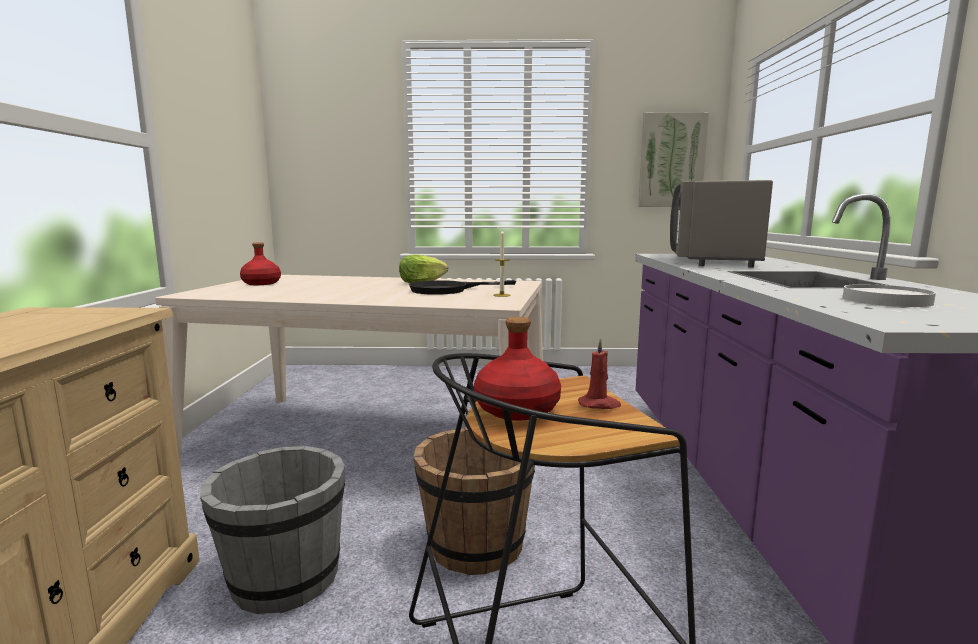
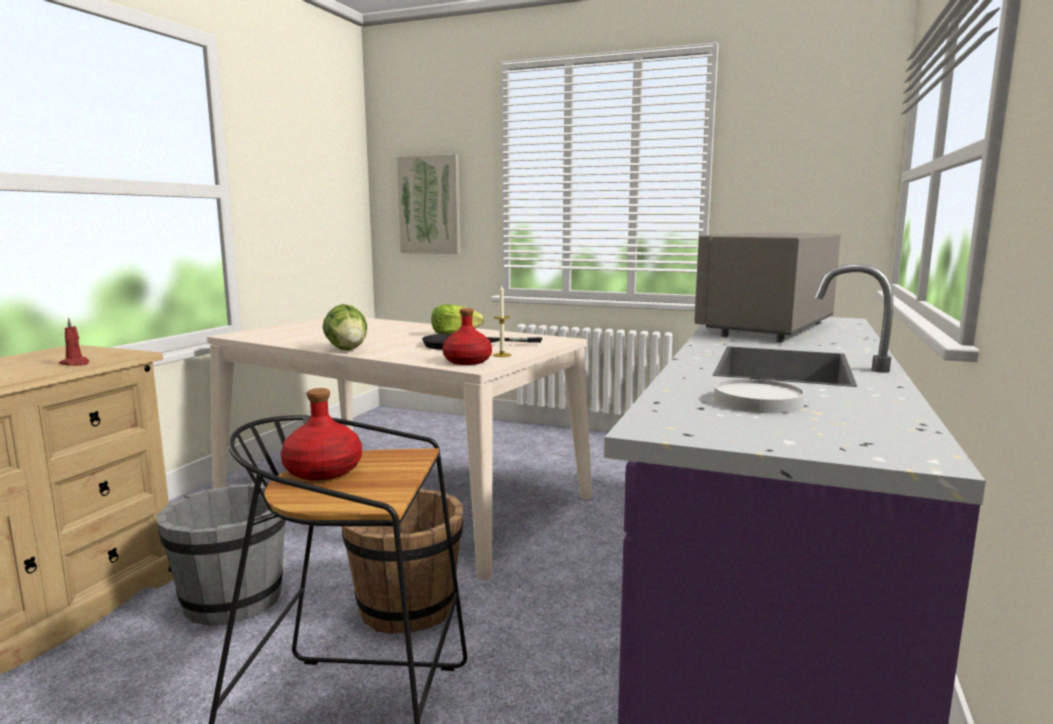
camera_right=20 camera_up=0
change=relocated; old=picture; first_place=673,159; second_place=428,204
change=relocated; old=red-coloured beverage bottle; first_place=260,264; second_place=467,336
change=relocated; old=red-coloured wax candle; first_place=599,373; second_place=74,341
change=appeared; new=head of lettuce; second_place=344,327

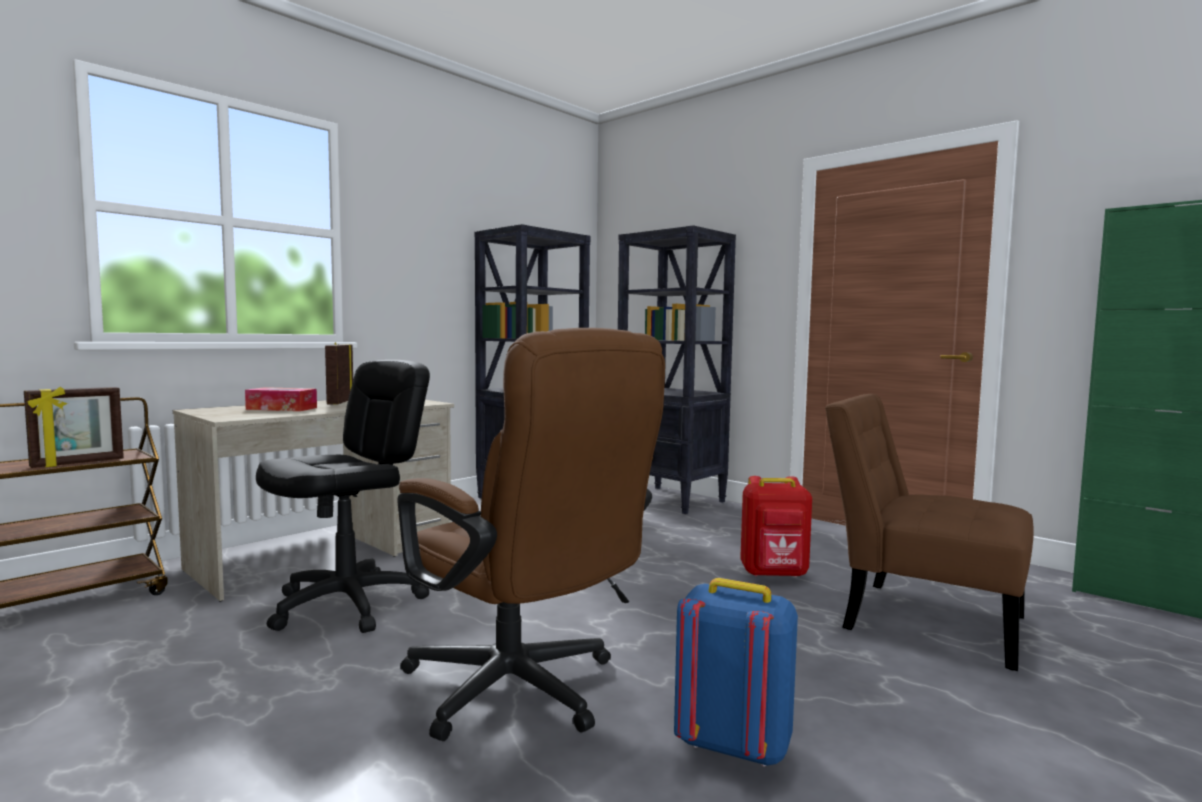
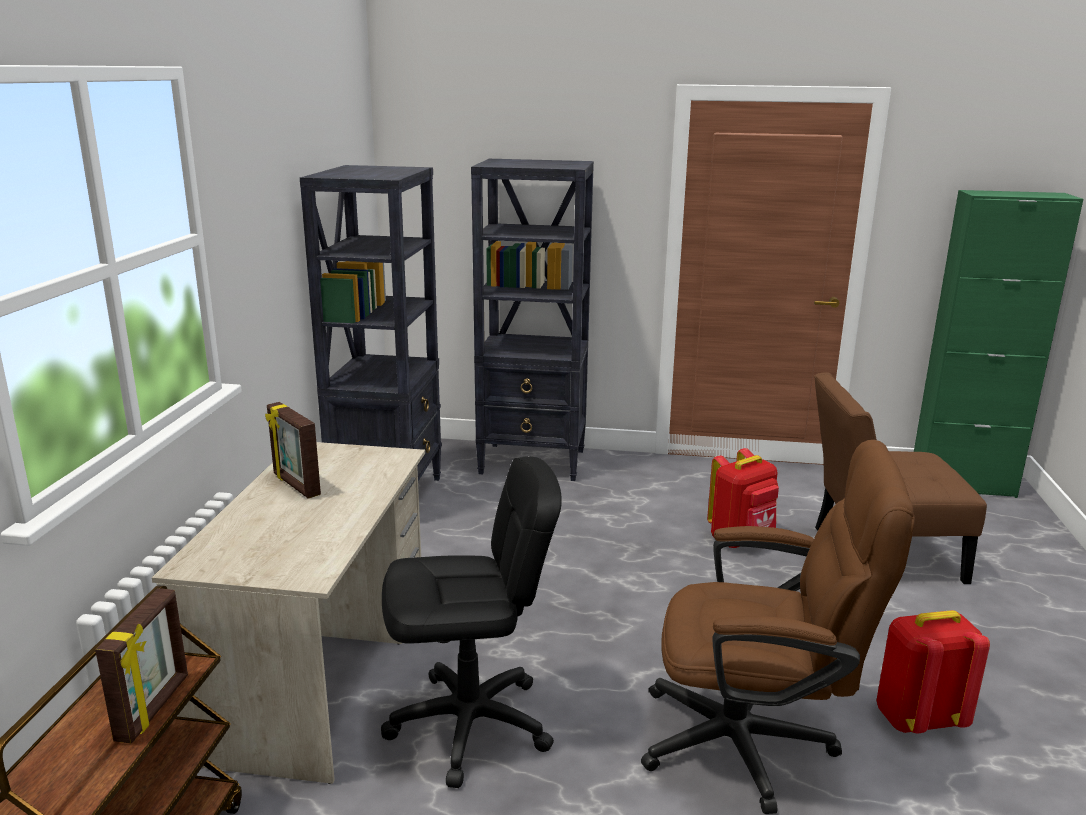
camera_right=-35 camera_up=15
change=spun; old=black desk chair; first_place=343,496; second_place=471,622; degrees=75
change=missing; old=tissue holder; first_place=281,399
change=colour; old=blue-coloured knapsack; new=red-coloured knapsack; first_place=736,672; second_place=933,671

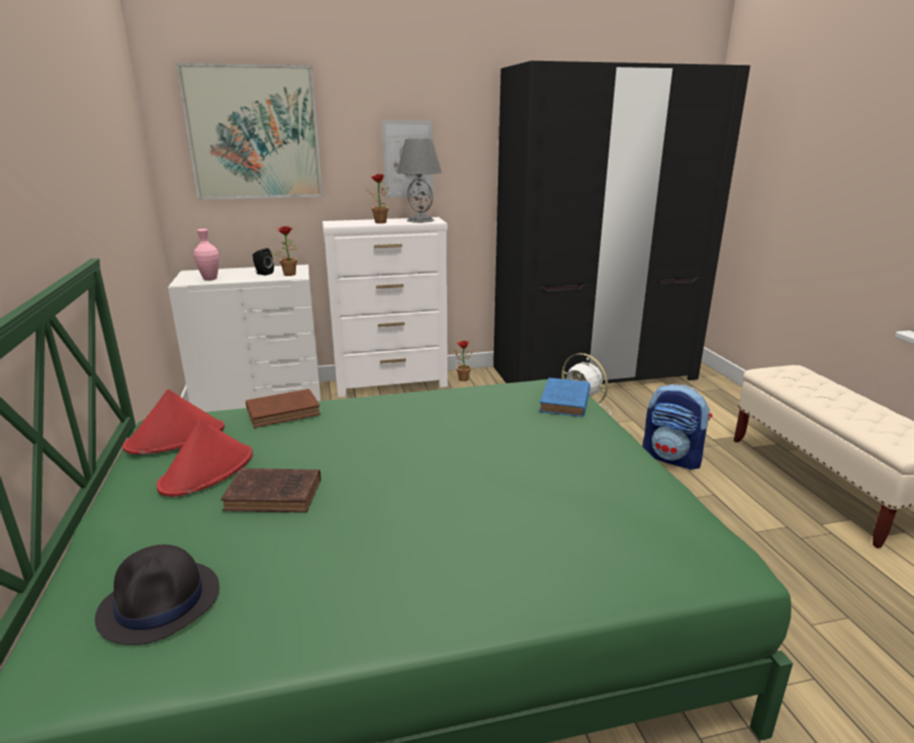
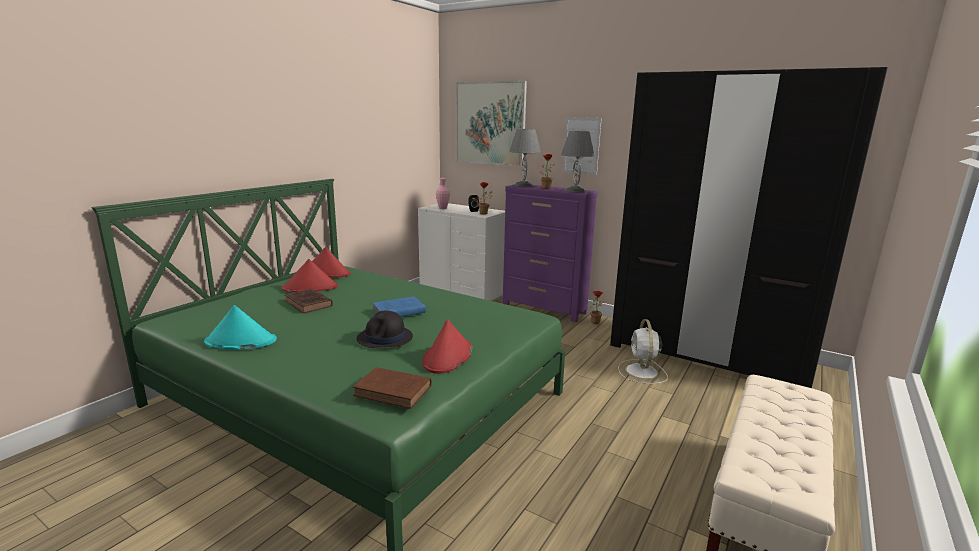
camera_right=45 camera_up=-5
change=colour; old=white chest of drawers; new=purplish chest of drawers; first_place=385,307; second_place=550,253
change=relocated; old=blue-coloured bound book; first_place=564,397; second_place=399,306
change=missing; old=knapsack; first_place=677,427
change=relocated; old=brown bound book; first_place=283,408; second_place=392,388
change=relocated; old=black wearable hat; first_place=157,595; second_place=385,329
change=appeared; new=grey table lamp; second_place=525,158
change=appeared; new=turquoise wearable hat; second_place=240,327
change=appeared; new=red-coloured wearable hat; second_place=447,346

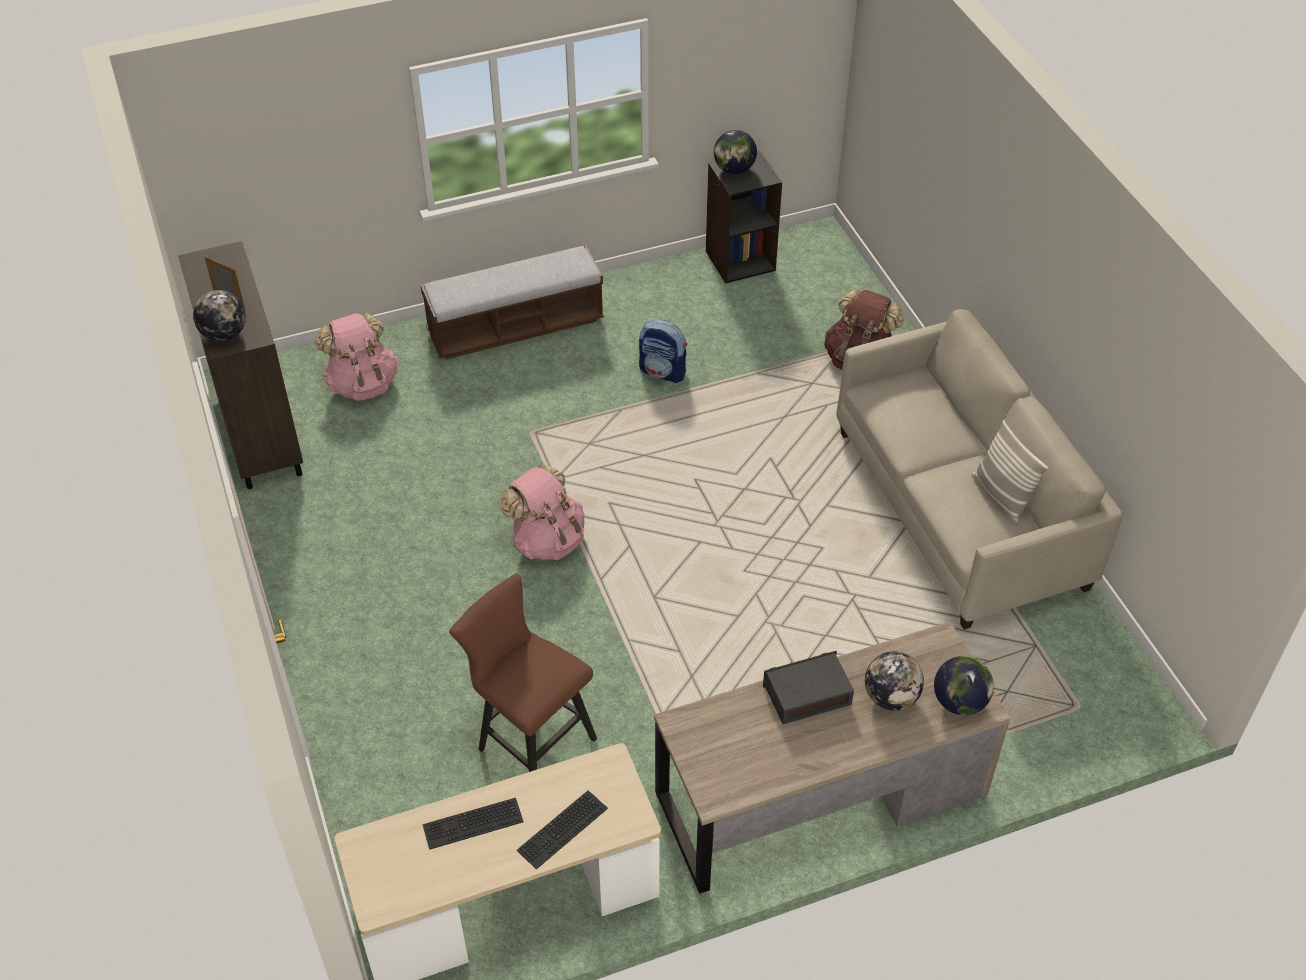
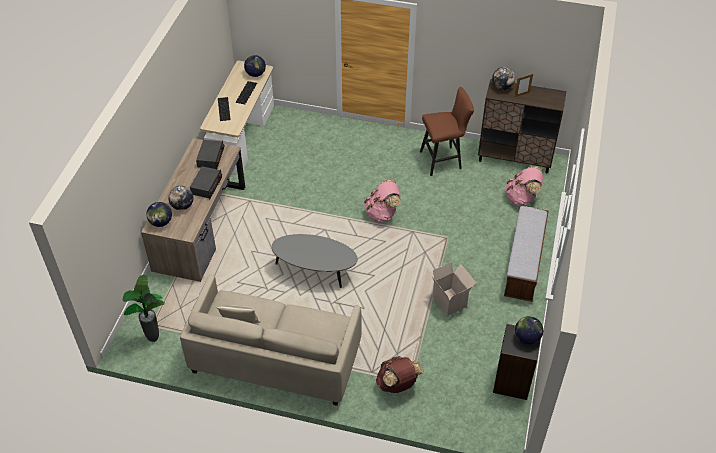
camera_right=125 camera_up=0
change=exchanged; old=knapsack; new=packing box; first_place=663,351; second_place=454,289
change=relocated; old=brown sitting stool; first_place=523,672; second_place=447,131
change=appeared; new=globe; second_place=255,66
change=appeared; new=radio; second_place=210,154
change=appeared; new=grey low table; second_place=314,261
change=appeared; new=houseplant; second_place=144,308

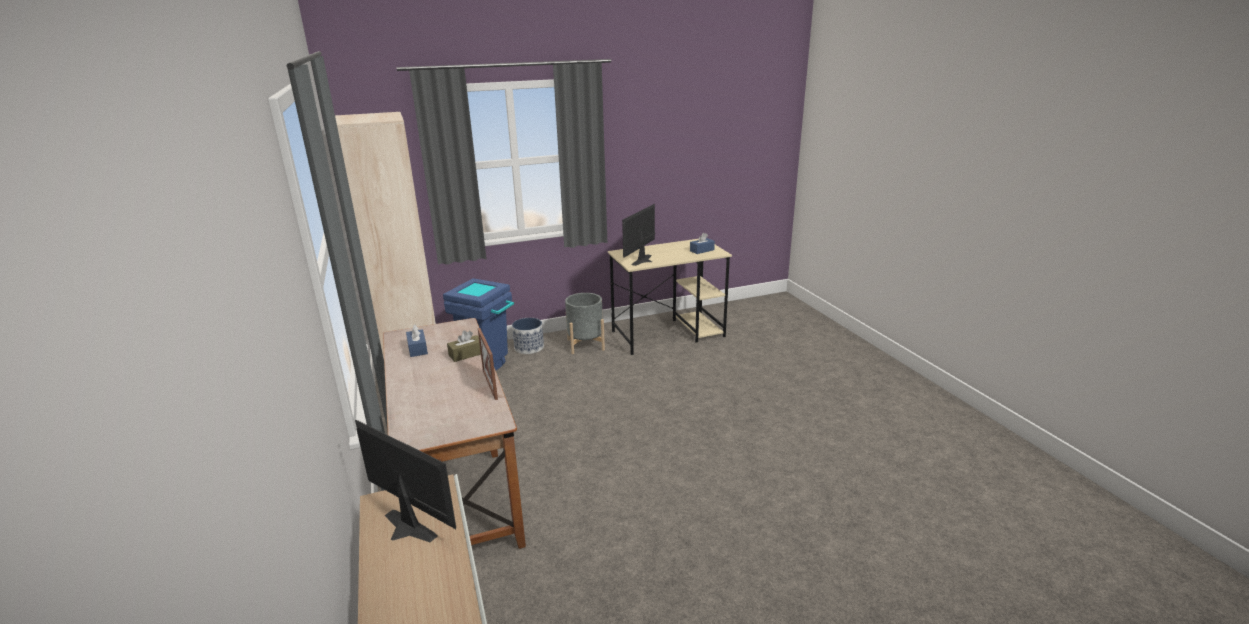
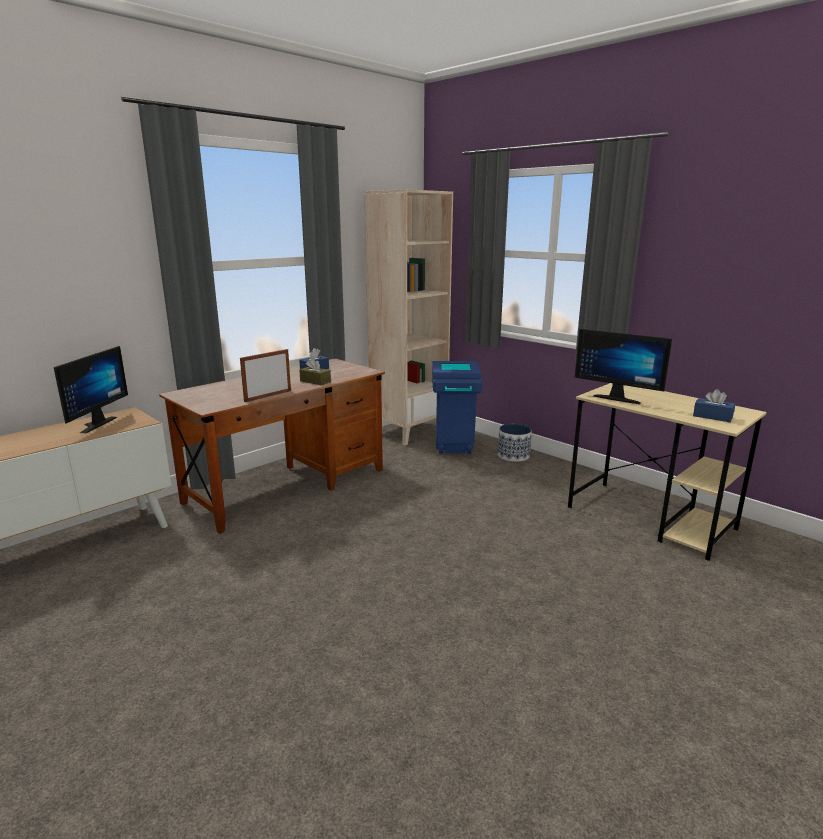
camera_right=65 camera_up=-5
change=spun; old=monitor; first_place=638,235; second_place=623,366; degrees=-150
change=missing; old=grey planter; first_place=585,323

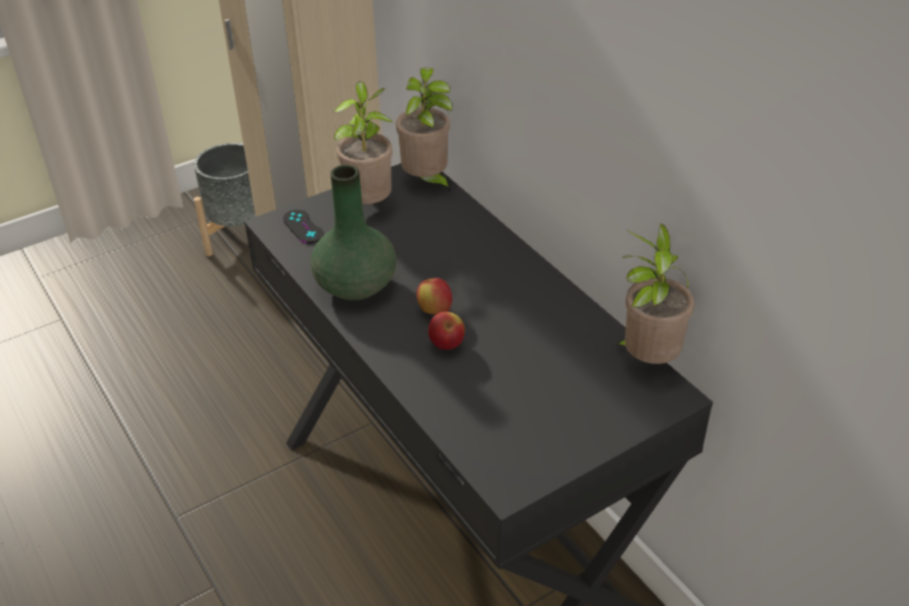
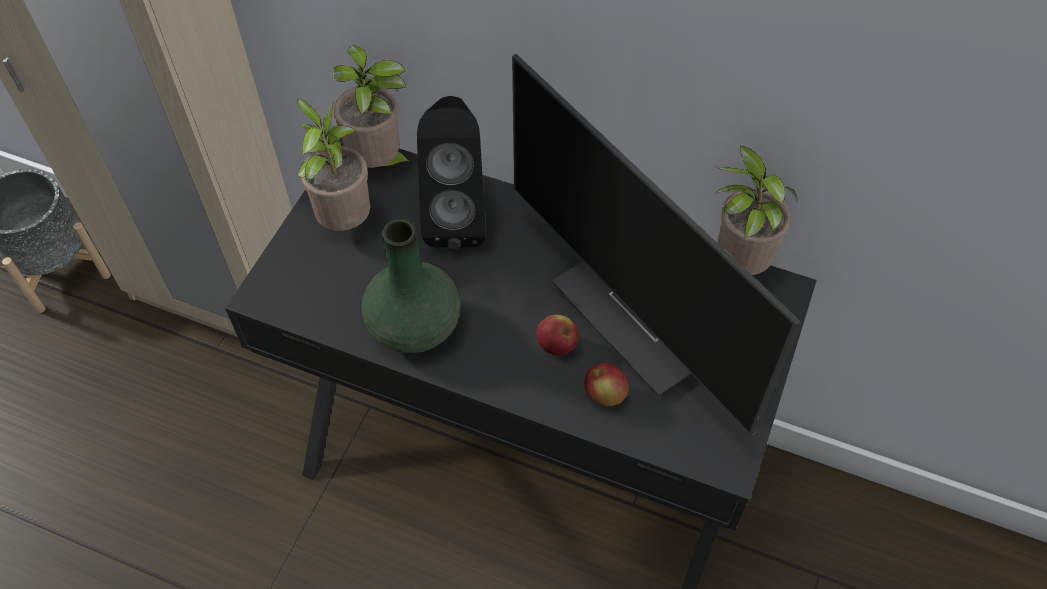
camera_right=-35 camera_up=15
change=missing; old=black joypad; first_place=303,226
change=relocated; old=whole apple; first_place=434,296; second_place=606,384
change=appeared; new=monitor; second_place=656,245
change=appeared; new=black audio speaker; second_place=451,172

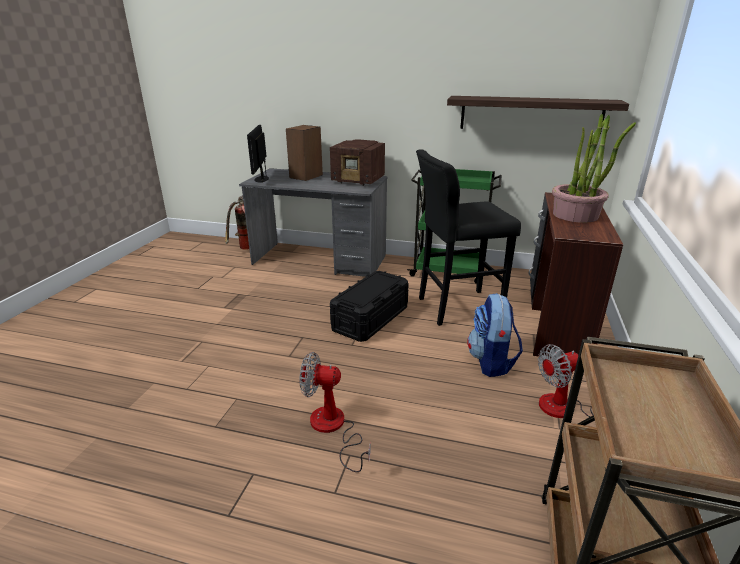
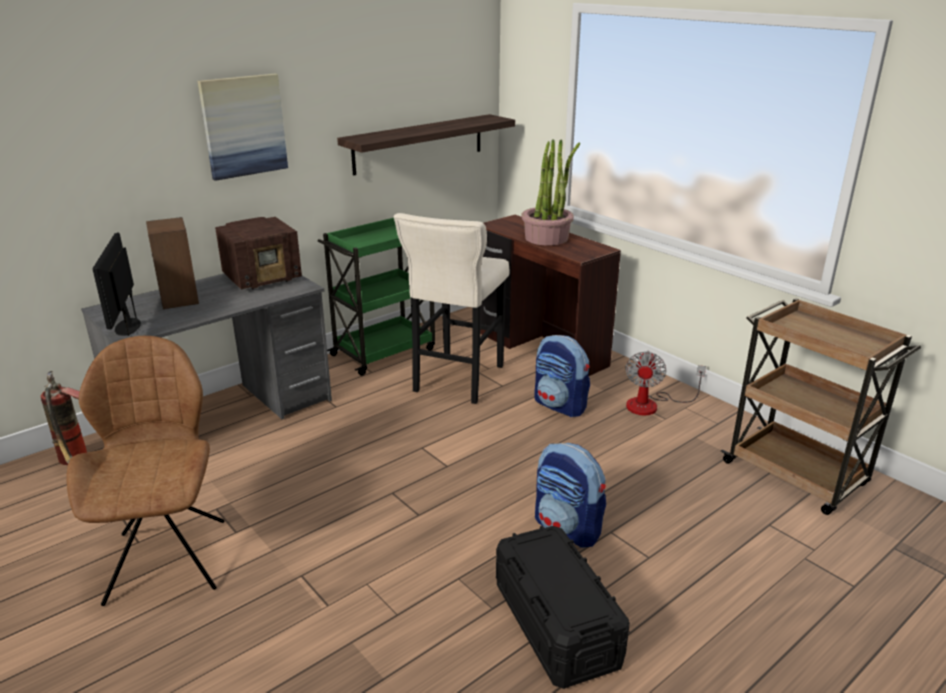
camera_right=-55 camera_up=0
change=spun; old=monitor; first_place=258,154; second_place=116,284; degrees=45
change=colour; old=black sitting stool; new=sand-coloured sitting stool; first_place=468,237; second_place=451,308
change=relocated; old=black storage container; first_place=369,306; second_place=563,607
change=exchanged; old=electric fan; new=knapsack; first_place=335,412; second_place=570,495
change=appeared; new=picture; second_place=242,127
change=appeared; new=brown upright chair; second_place=145,471

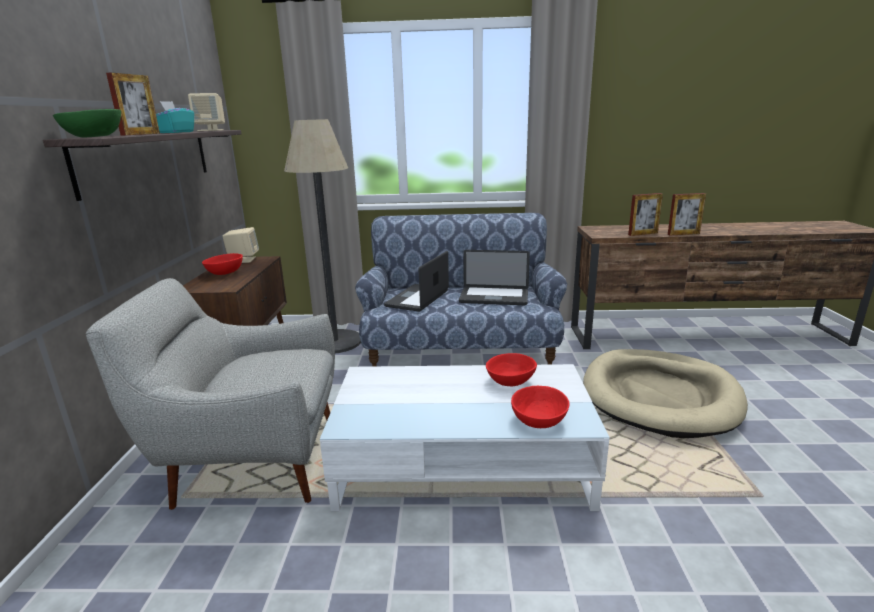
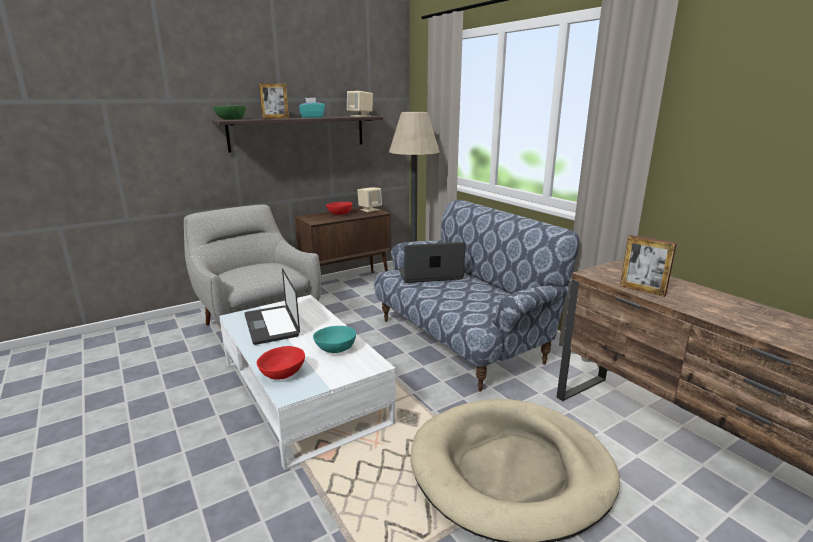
camera_right=55 camera_up=0
change=missing; old=photo frame; first_place=687,214
change=relocated; old=notebook computer; first_place=494,277; second_place=272,306
change=colour; old=red-coloured bowl; new=turquoise bowl; first_place=511,369; second_place=334,339

